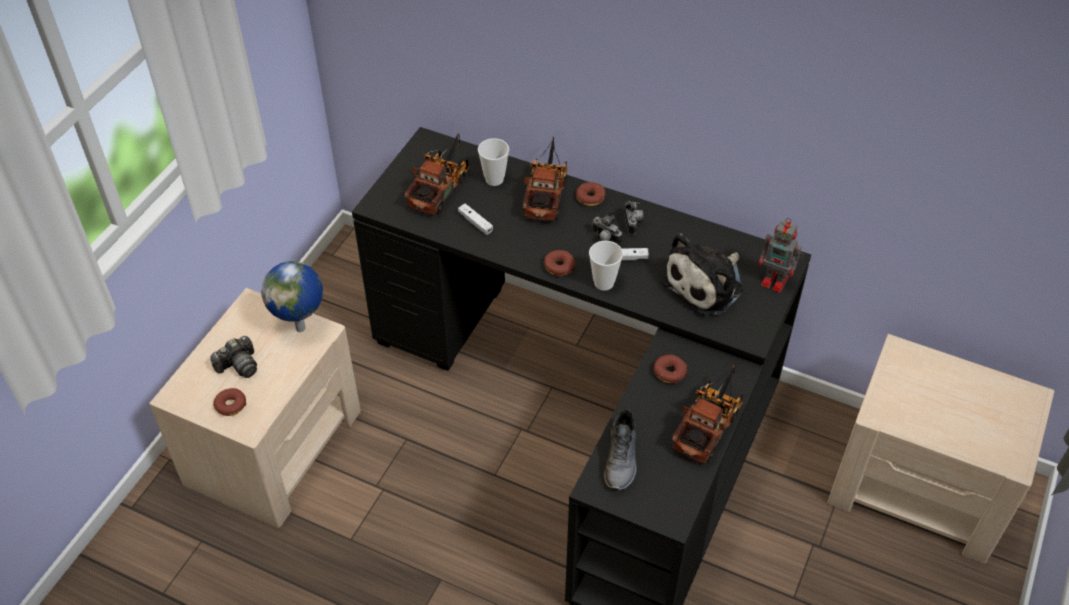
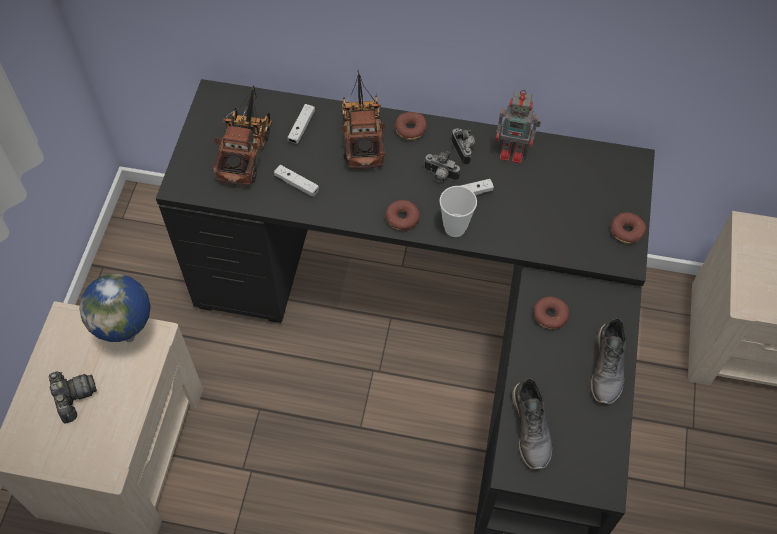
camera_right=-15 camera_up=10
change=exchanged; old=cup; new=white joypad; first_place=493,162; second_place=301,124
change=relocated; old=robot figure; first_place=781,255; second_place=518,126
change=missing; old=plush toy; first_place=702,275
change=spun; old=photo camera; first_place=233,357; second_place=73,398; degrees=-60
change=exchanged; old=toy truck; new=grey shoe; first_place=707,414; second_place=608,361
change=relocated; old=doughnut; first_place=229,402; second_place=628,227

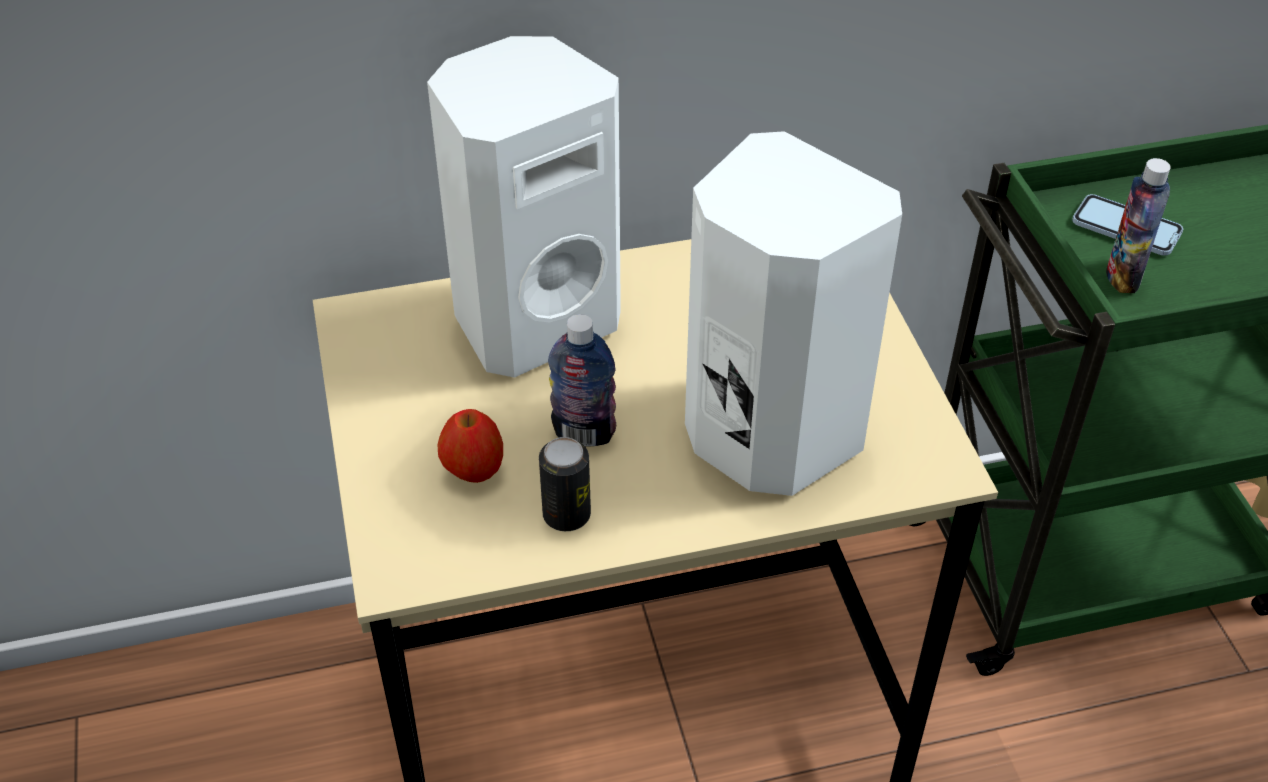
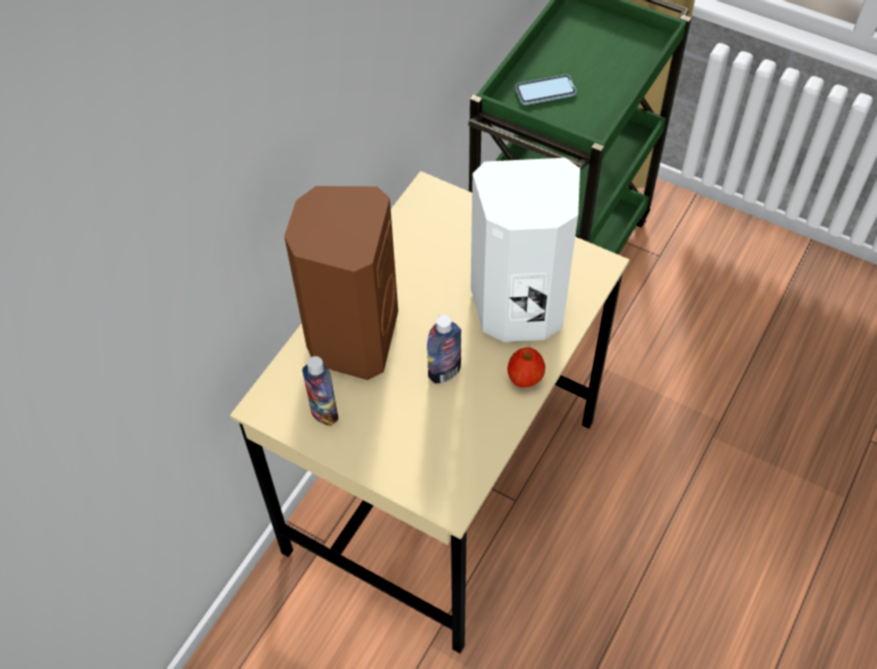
camera_right=-45 camera_up=10
change=colour; old=white audio speaker; new=brown audio speaker; first_place=524,207; second_place=341,283
change=relocated; old=beverage bottle; first_place=1138,225; second_place=320,391
change=relocated; old=whole apple; first_place=470,446; second_place=526,367
change=missing; old=sealed can; first_place=565,484

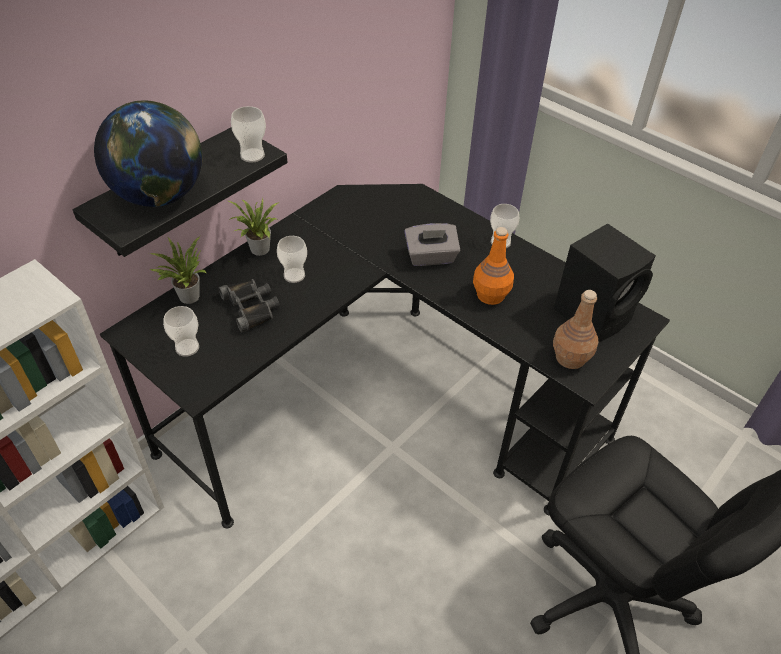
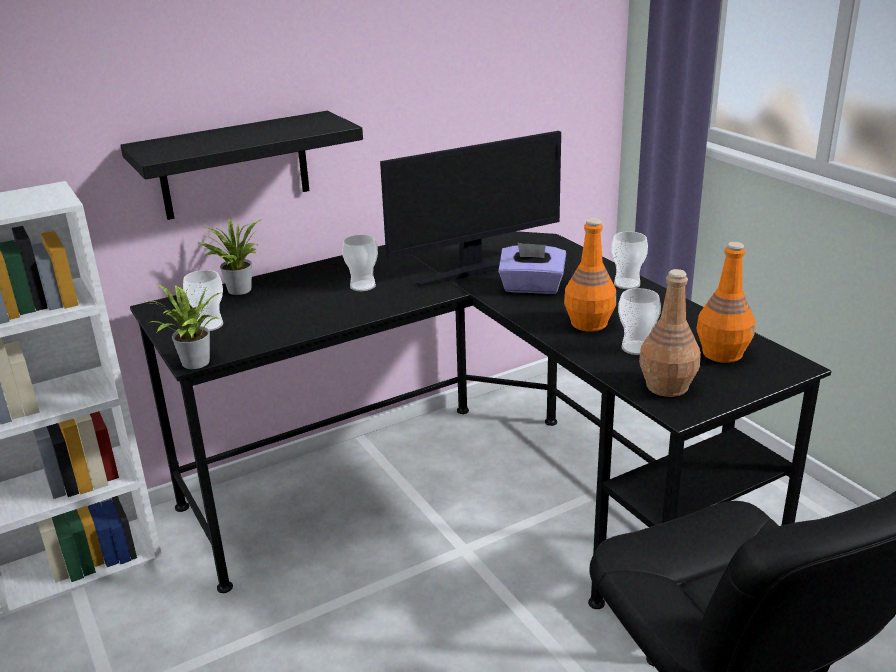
camera_right=20 camera_up=-20
change=missing; old=globe; first_place=148,153
change=relocated; old=cup; first_place=248,134; second_place=639,321
change=relocated; old=houseplant; first_place=254,227; second_place=182,326
change=colour; old=grey tissue holder; new=purplish tissue holder; first_place=432,244; second_place=532,268
change=exchanged; old=black audio speaker; new=orangey beverage bottle; first_place=605,282; second_place=725,302
change=missing; old=black binoculars; first_place=249,306
change=appeared; new=monitor; second_place=470,209

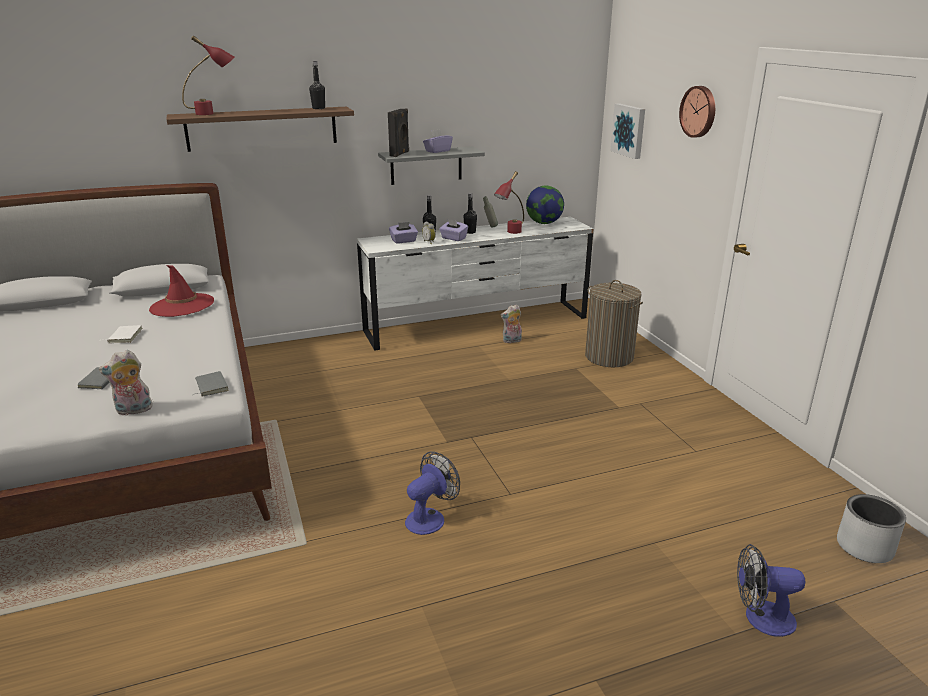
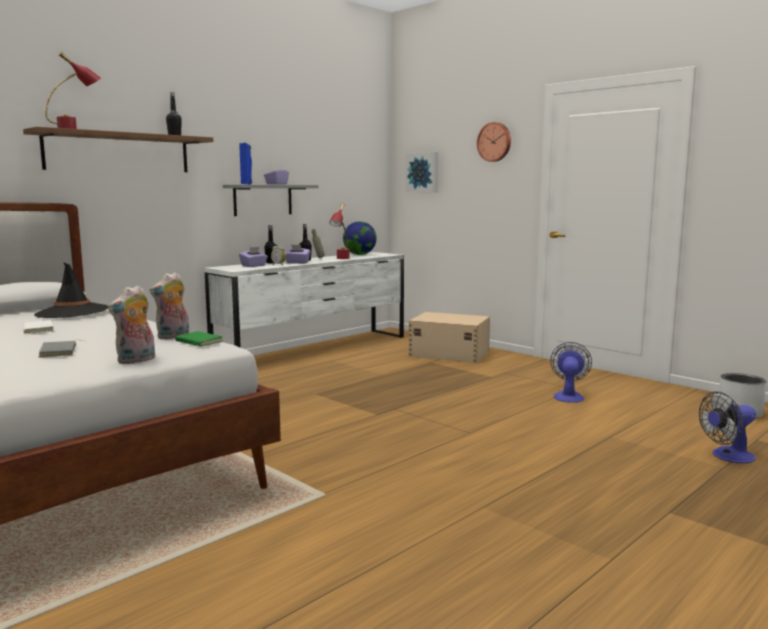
camera_right=-25 camera_up=-15
change=colour; old=black audio speaker; new=blue-coloured audio speaker; first_place=398,132; second_place=245,163
change=colour; old=red-coloured wearable hat; new=black wearable hat; first_place=181,291; second_place=71,290
change=exchanged; old=hamper; new=sand-coloured storage container; first_place=614,323; second_place=449,337
change=relocated; old=plush toy; first_place=511,323; second_place=169,305
change=colour; old=grey bound book; new=greenish bound book; first_place=211,384; second_place=199,339
change=relocated; old=electric fan; first_place=432,493; second_place=571,372

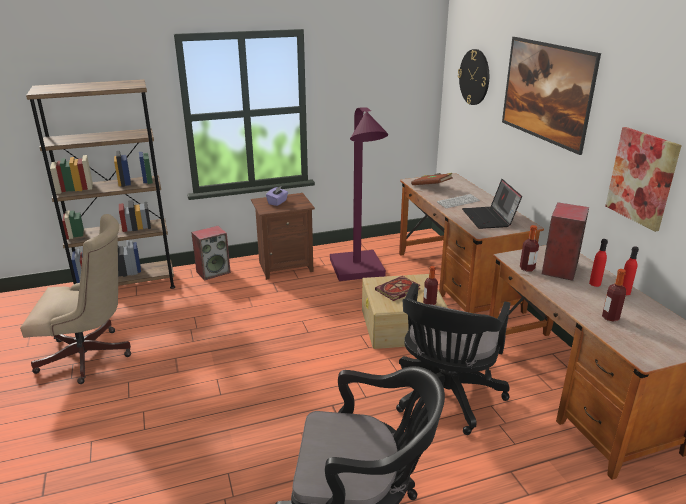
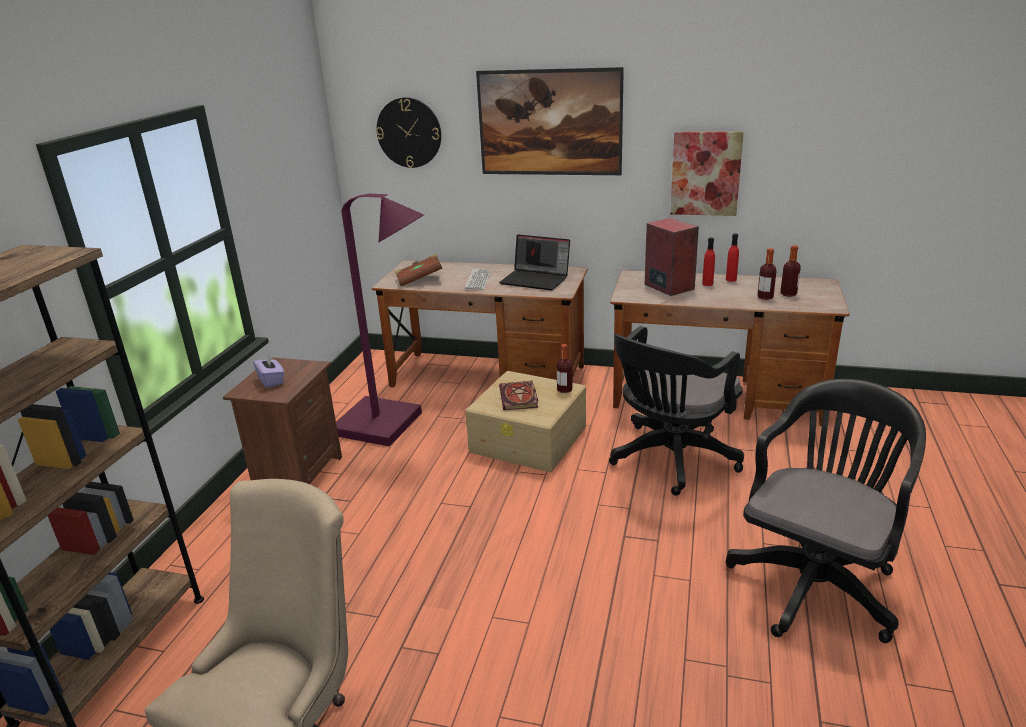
camera_right=-55 camera_up=0
change=relocated; old=beverage bottle; first_place=529,248; second_place=790,271
change=missing; old=audio speaker; first_place=211,253
change=spun; old=black desk chair; first_place=453,359; second_place=676,411; degrees=75

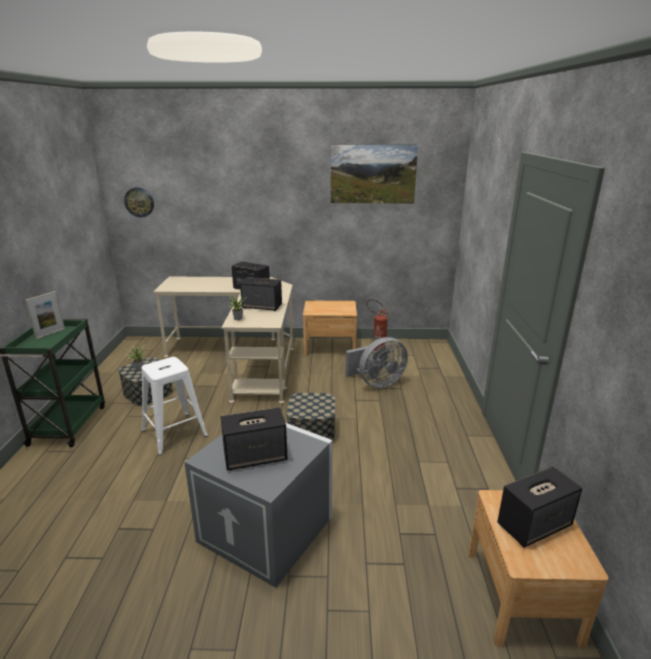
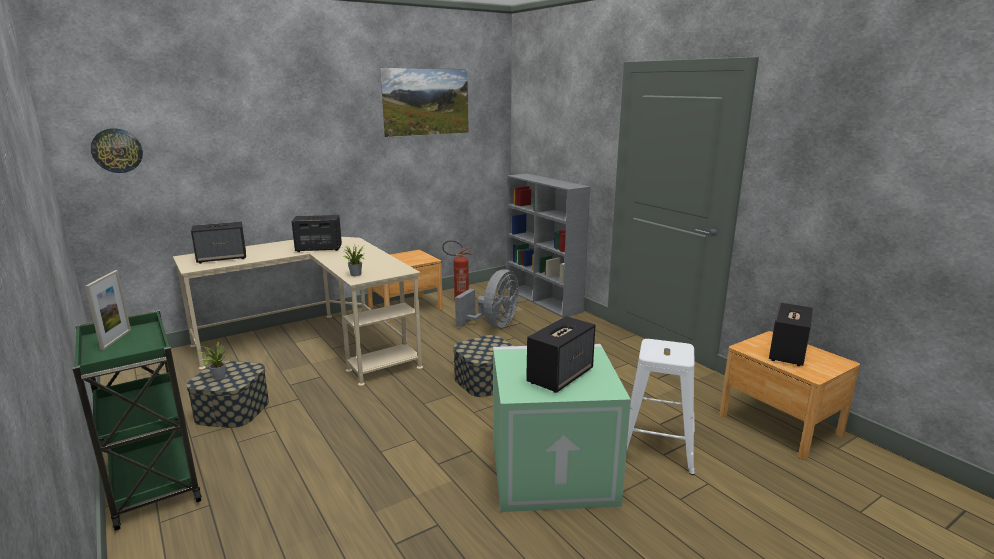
camera_right=-35 camera_up=-5
change=relocated; old=audio speaker; first_place=261,294; second_place=218,243
change=relocated; old=white sitting stool; first_place=174,406; second_place=661,407
change=colour; old=grey storage container; new=greenish storage container; first_place=258,505; second_place=562,428
change=appeared; new=grey shelving unit; second_place=548,245

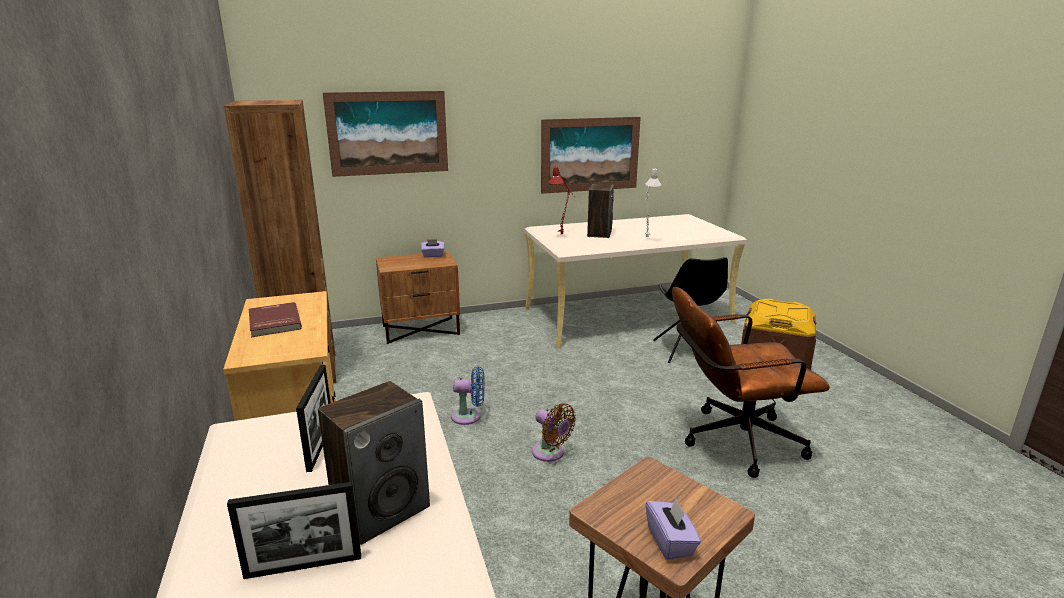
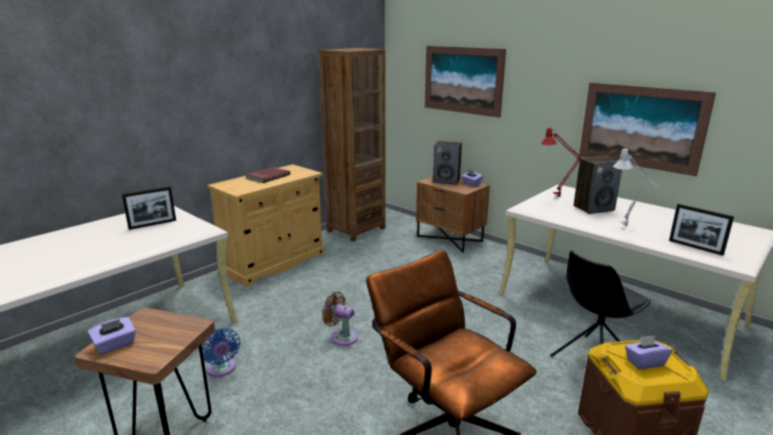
camera_right=60 camera_up=0
change=relocated; old=blue-coloured electric fan; first_place=468,395; second_place=221,352
change=relocated; old=audio speaker; first_place=374,463; second_place=447,163
change=spun; old=brown electric fan; first_place=554,432; second_place=340,319; degrees=105
change=relocated; old=photo frame; first_place=294,530; second_place=701,230
change=appeared; new=purplish tissue holder; second_place=648,352

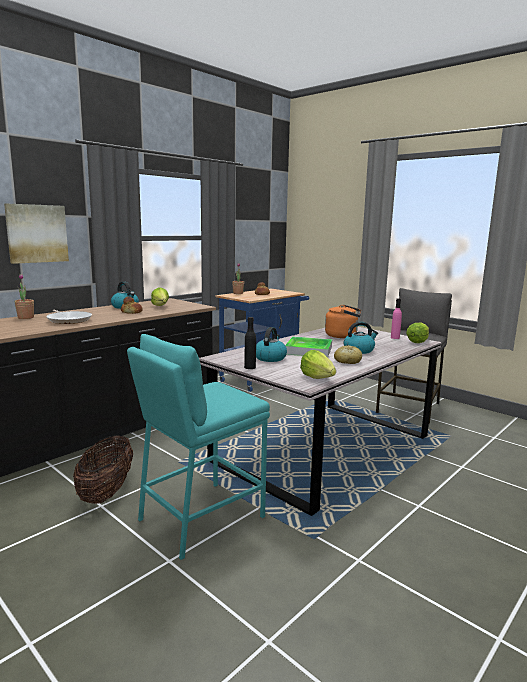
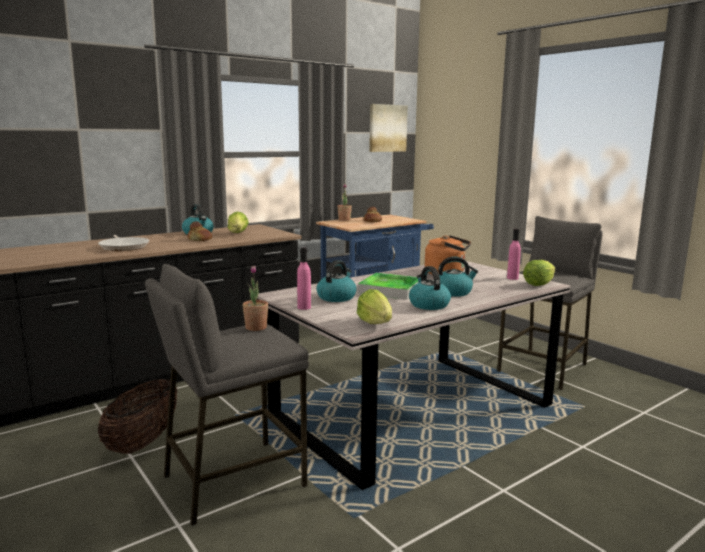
camera_right=10 camera_up=0
change=relocated; old=picture; first_place=36,233; second_place=388,128
change=relocated; old=houseplant; first_place=24,296; second_place=255,298
change=colour; old=black beverage bottle; new=pink-coloured beverage bottle; first_place=250,343; second_place=304,279
change=colour; old=turquoise sitting stool; new=grey sitting stool; first_place=198,447; second_place=227,395
change=exchanged; old=baked bread; new=tea kettle; first_place=348,354; second_place=430,288

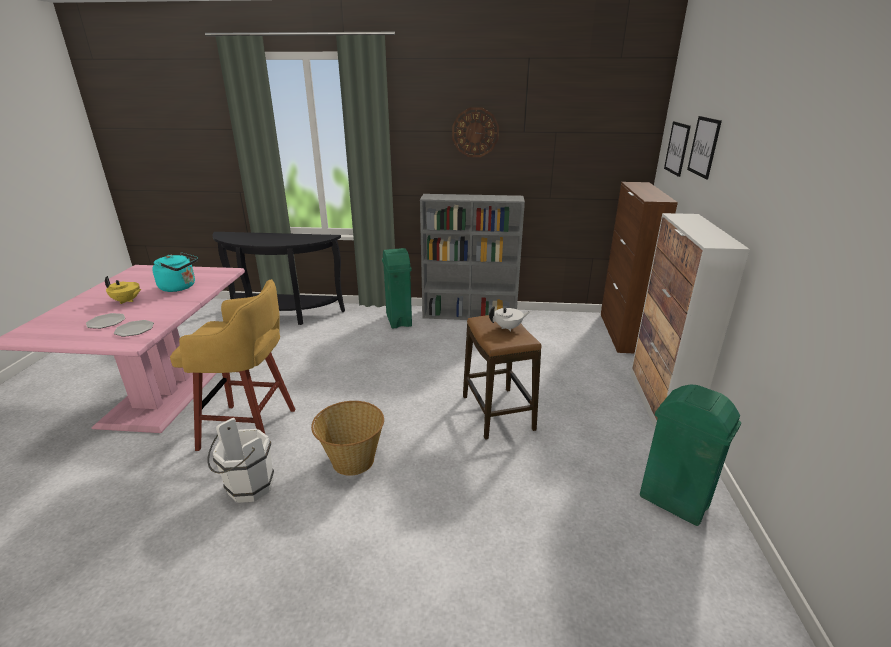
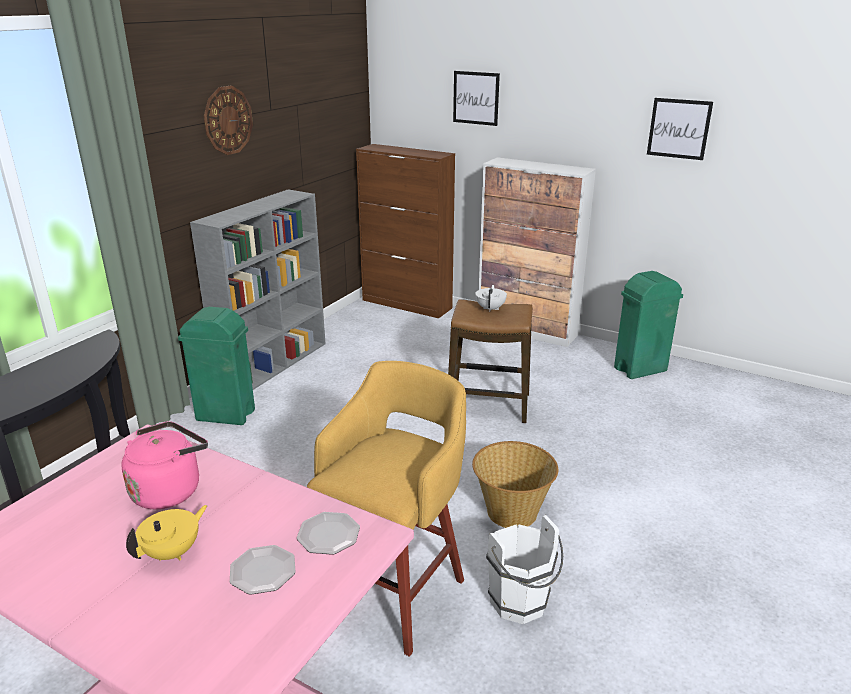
camera_right=-65 camera_up=0
change=relocated; old=picture; first_place=677,149; second_place=680,129
change=colour; old=turquoise tea kettle; new=pink-coloured tea kettle; first_place=175,272; second_place=164,465

